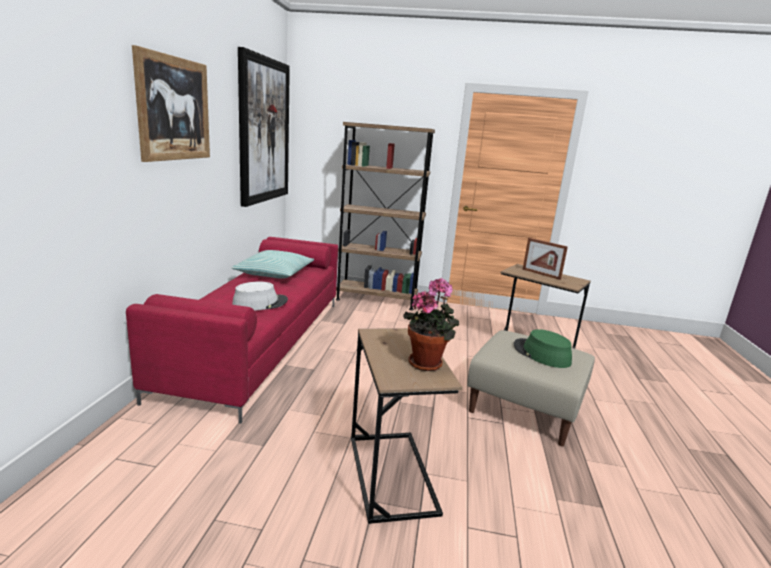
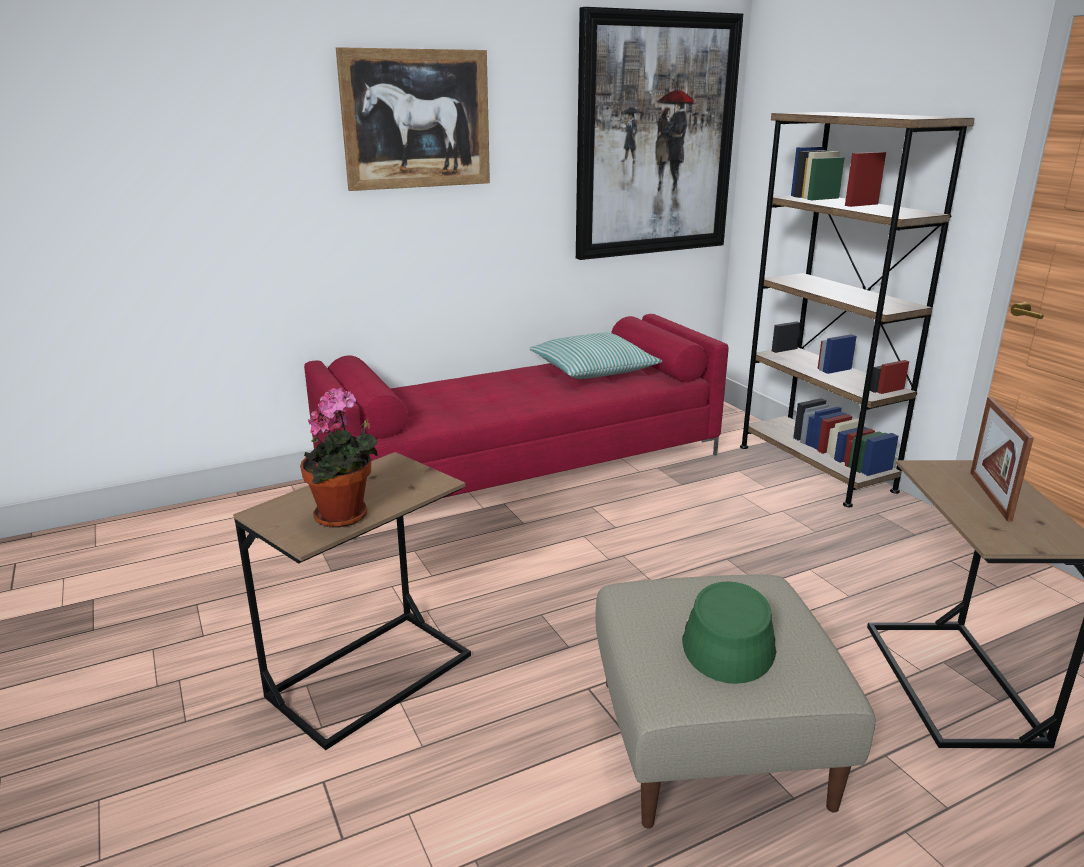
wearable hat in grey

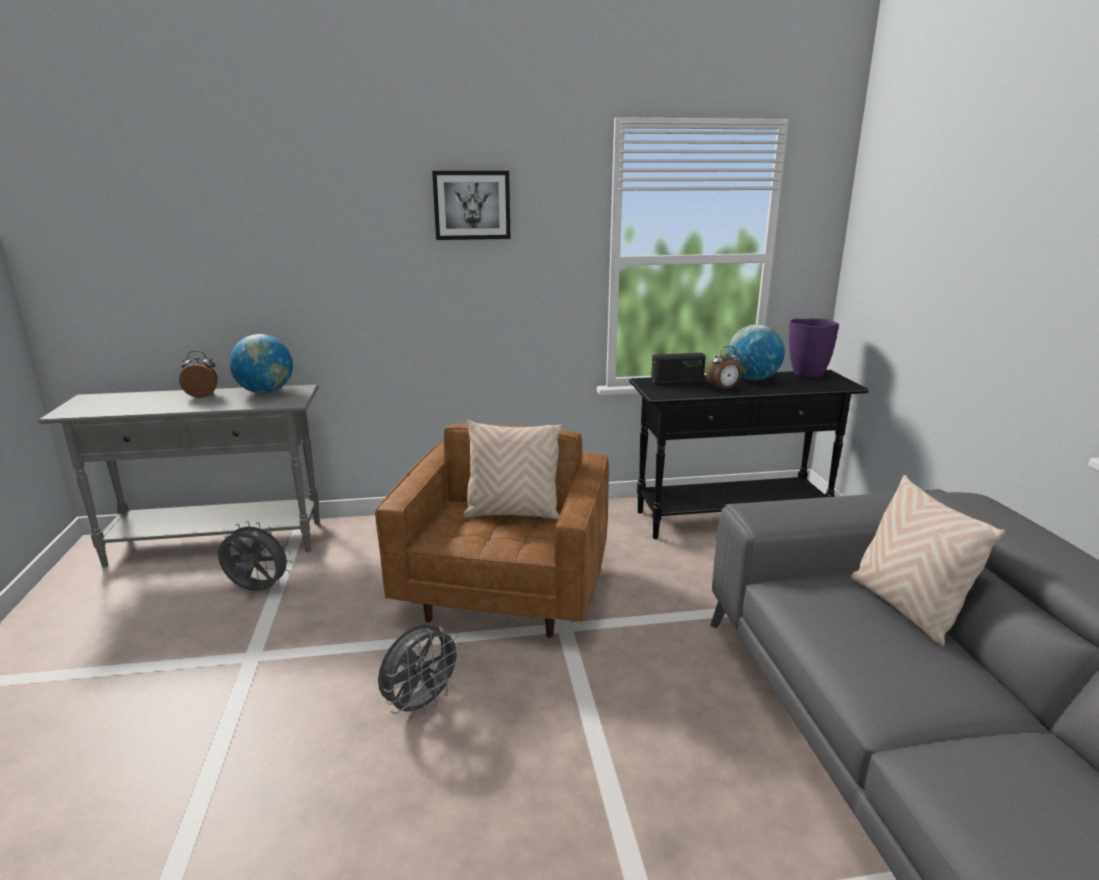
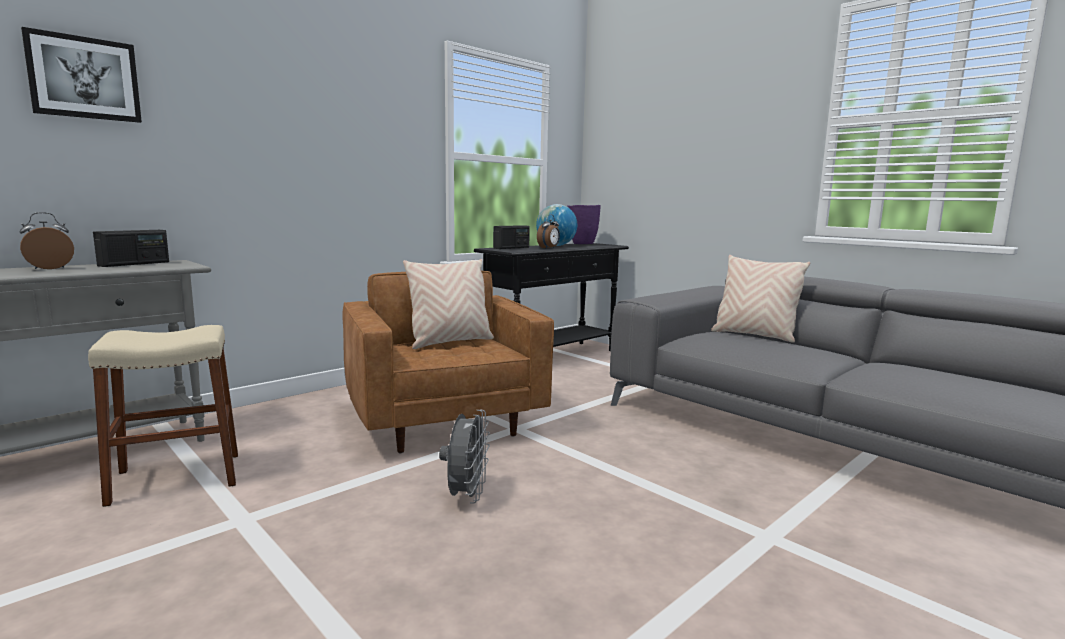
wall picture
radio (1st from left)
stool in beige

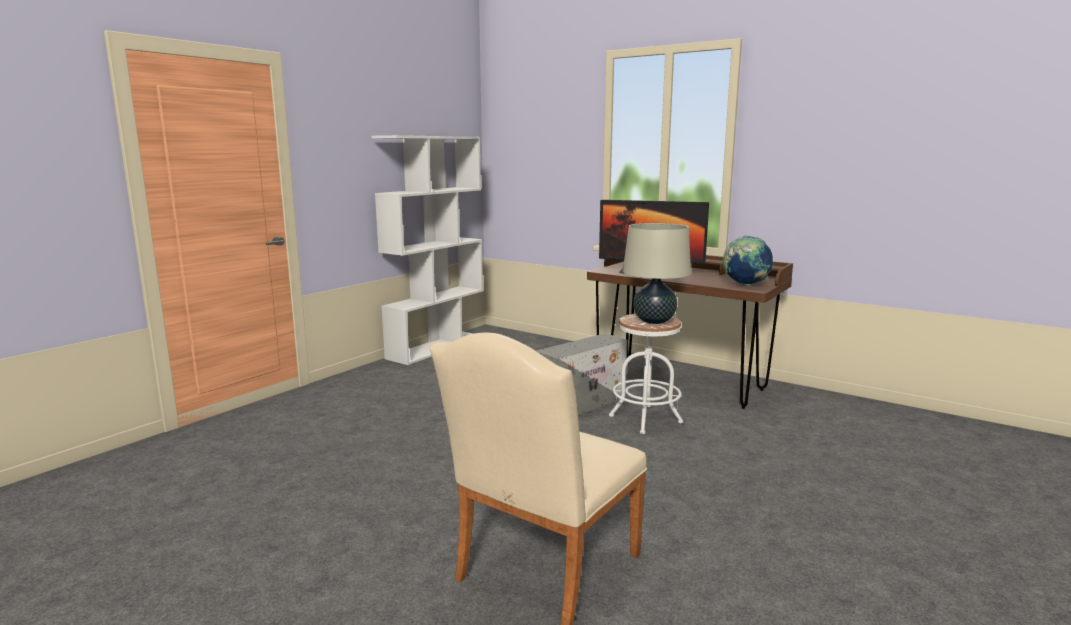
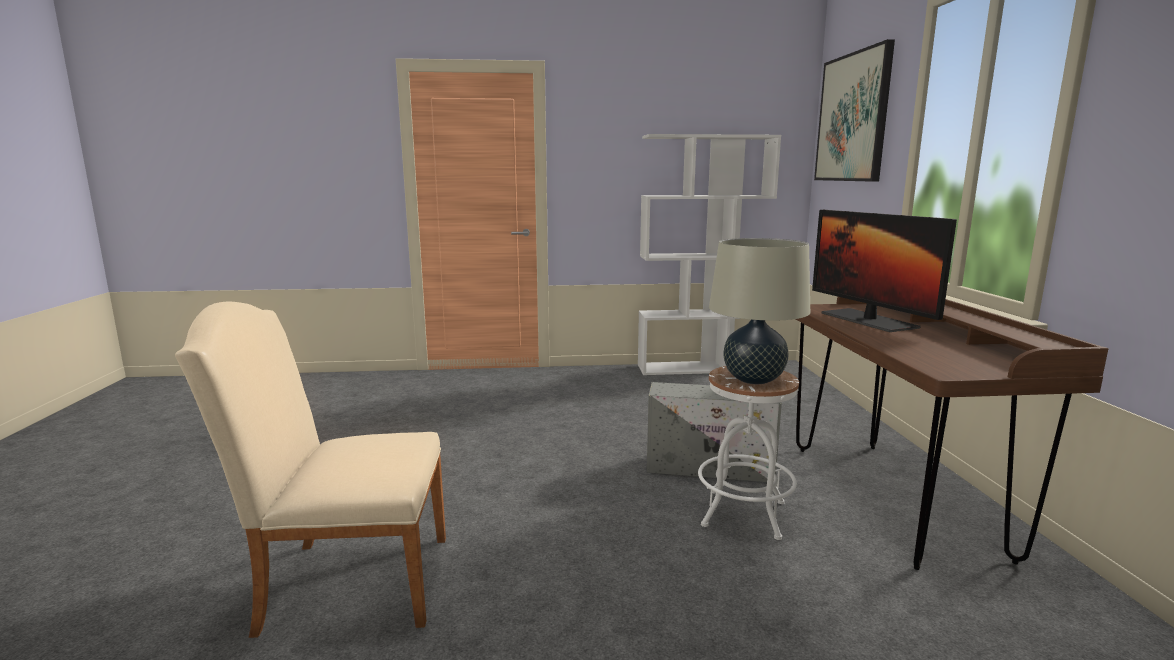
desk globe
wall picture

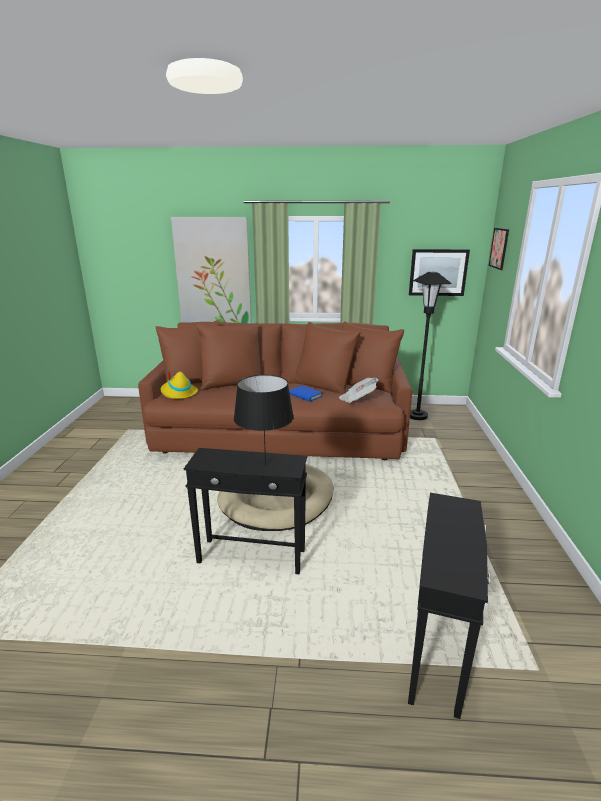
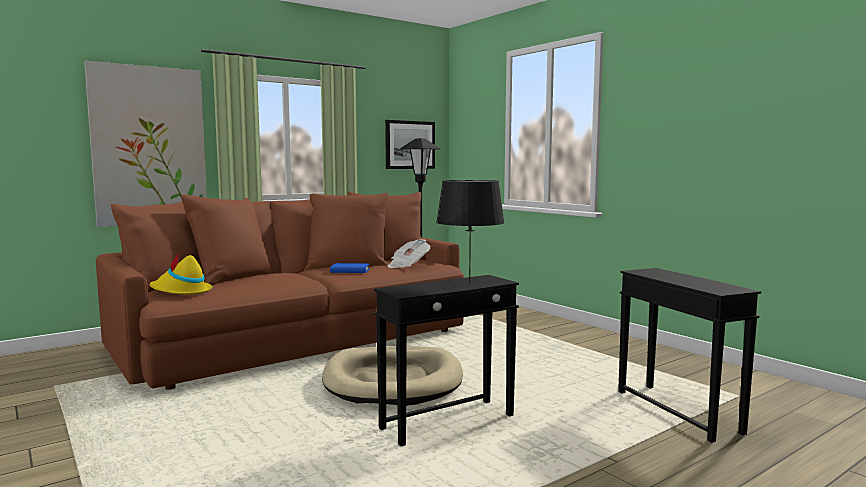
wall picture (3rd from left in the first image)

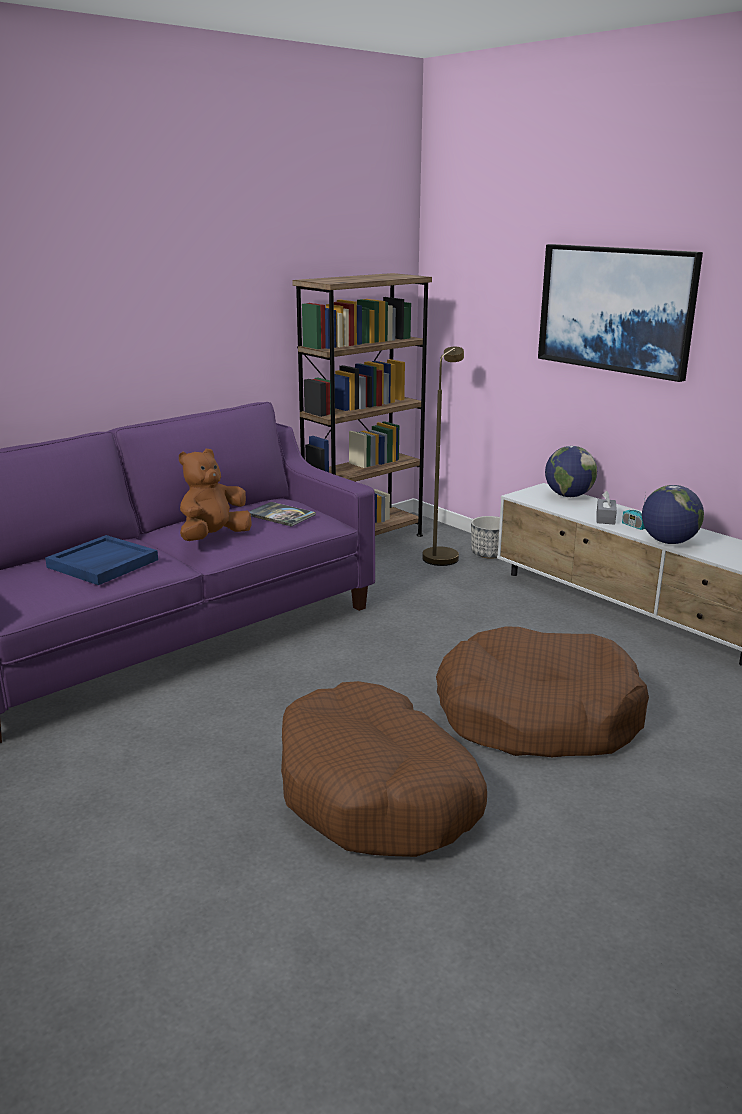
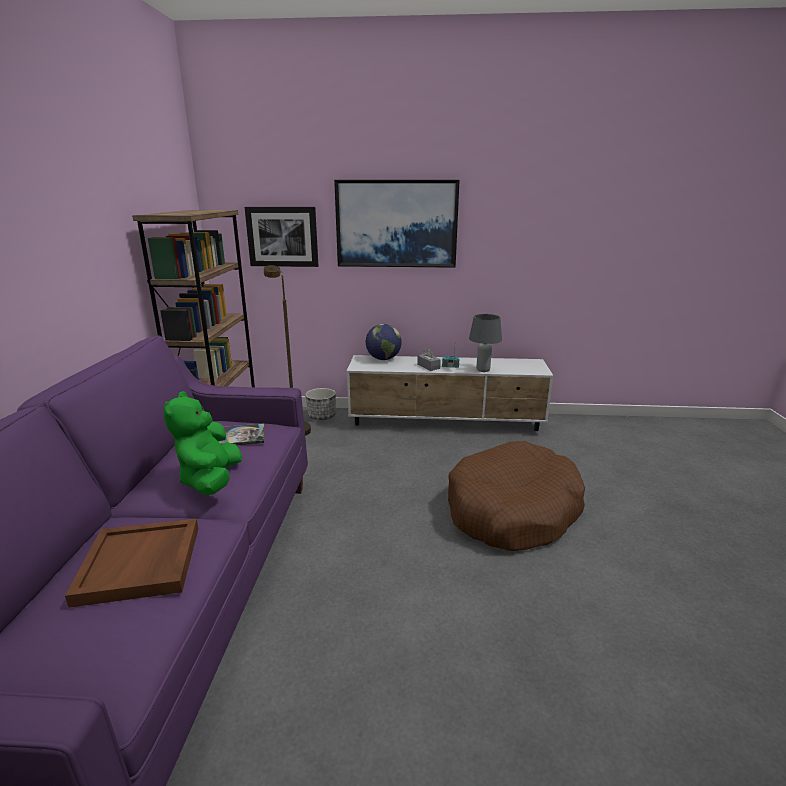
cuddly toy in green
table lamp in grey
tray in brown
dog bed in brown (1st from left in the first image)
wall picture (1st from left)

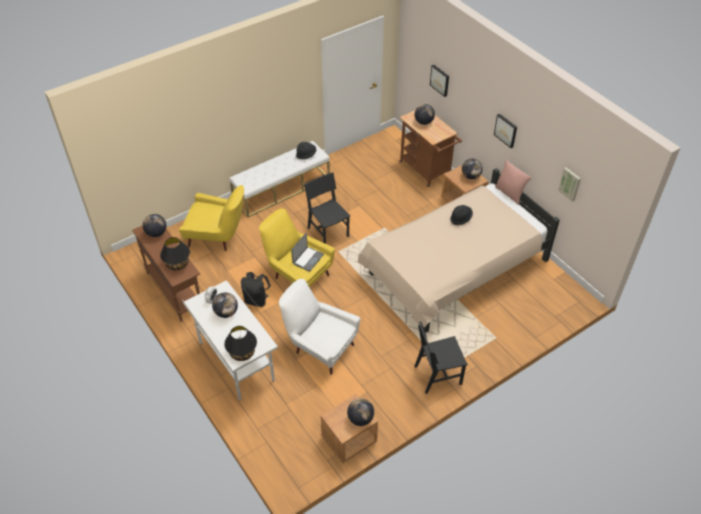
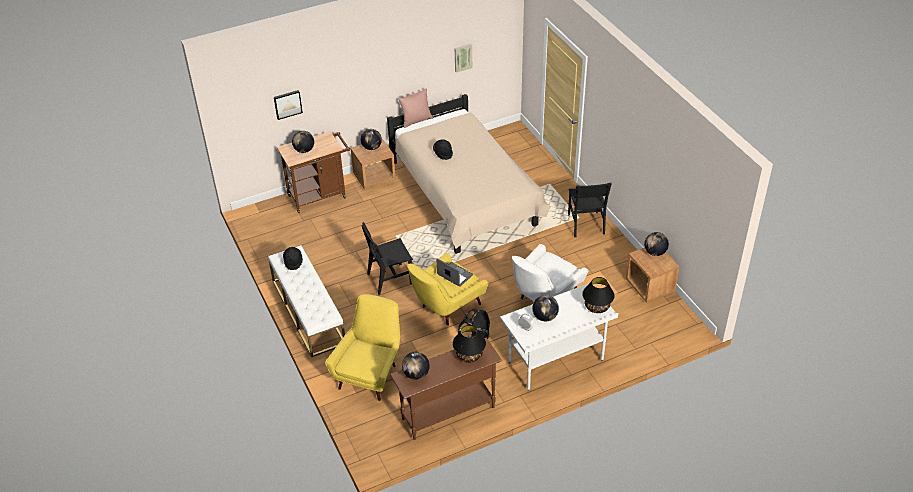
wall picture (2nd from left in the first image)

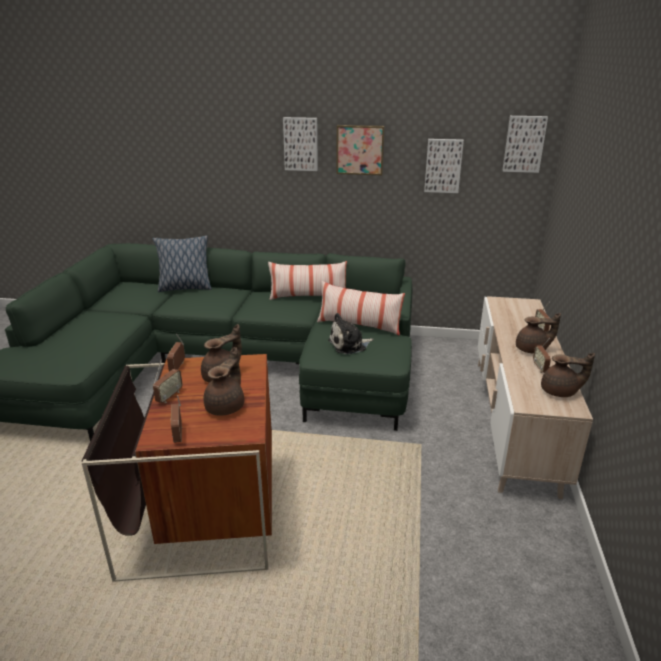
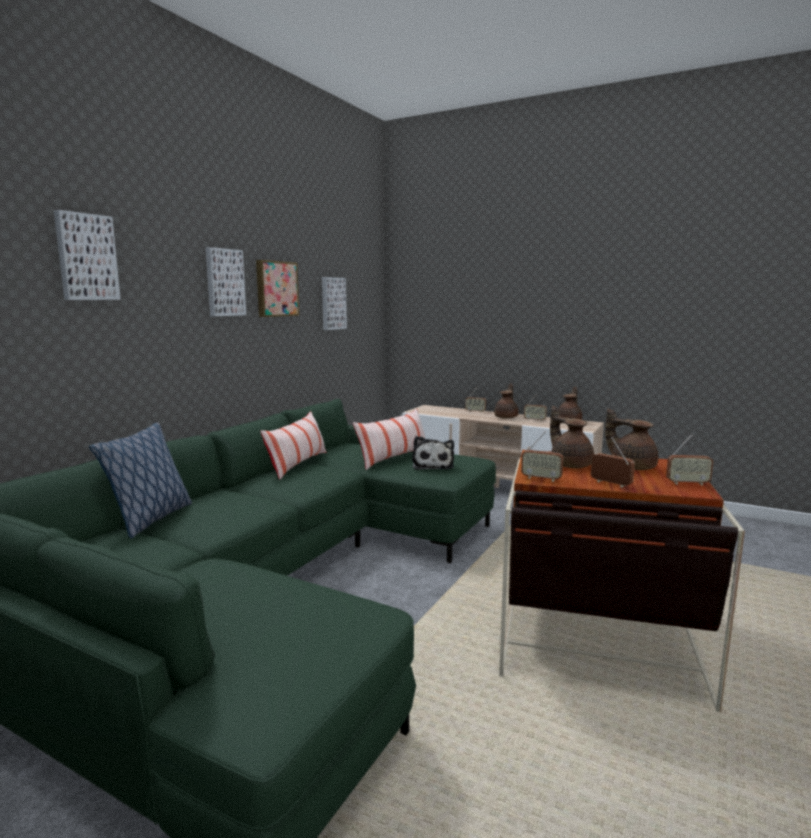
wall picture (1st from left)

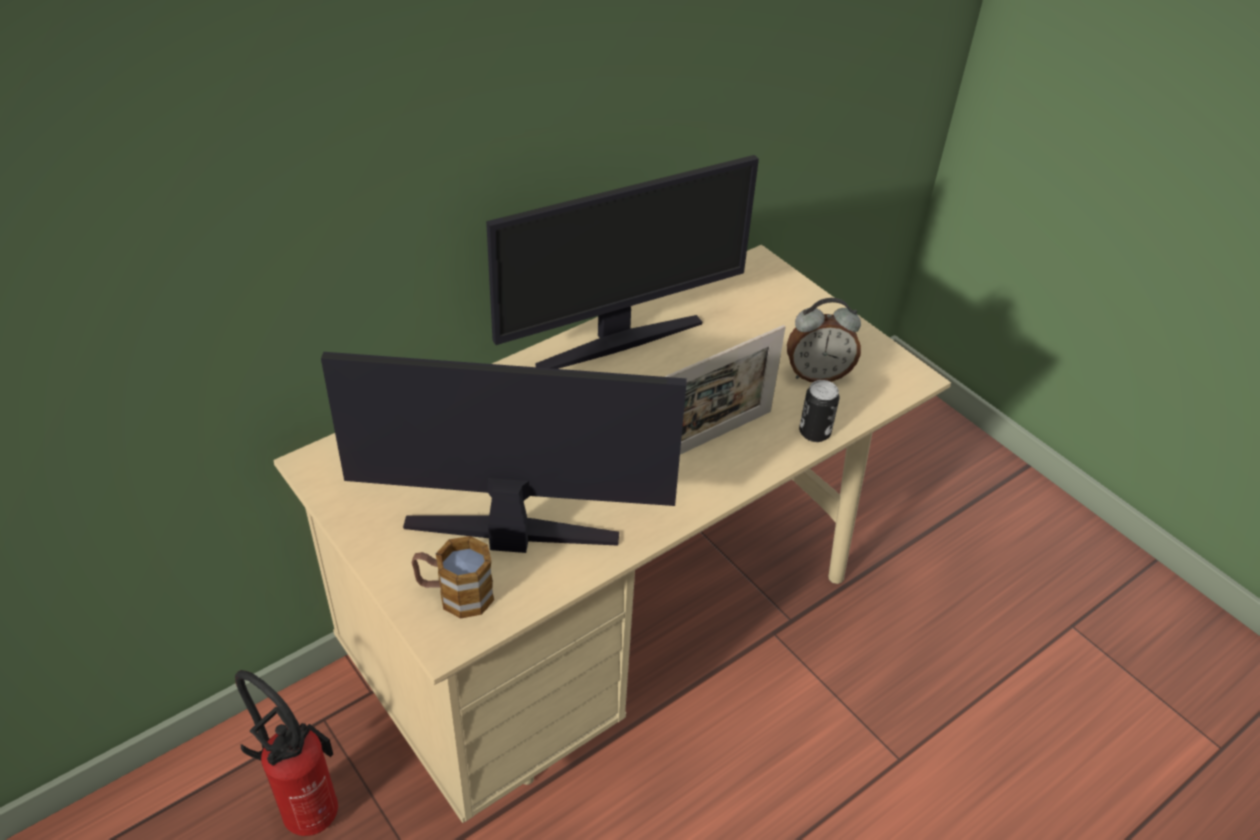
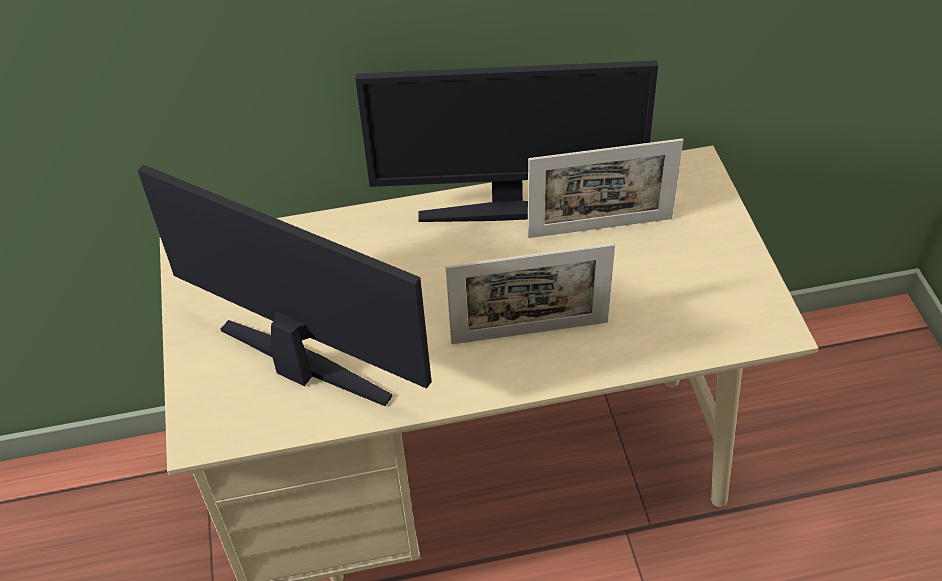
bedside clock
metal can
mug
fire extinguisher
picture frame (2nd from left)

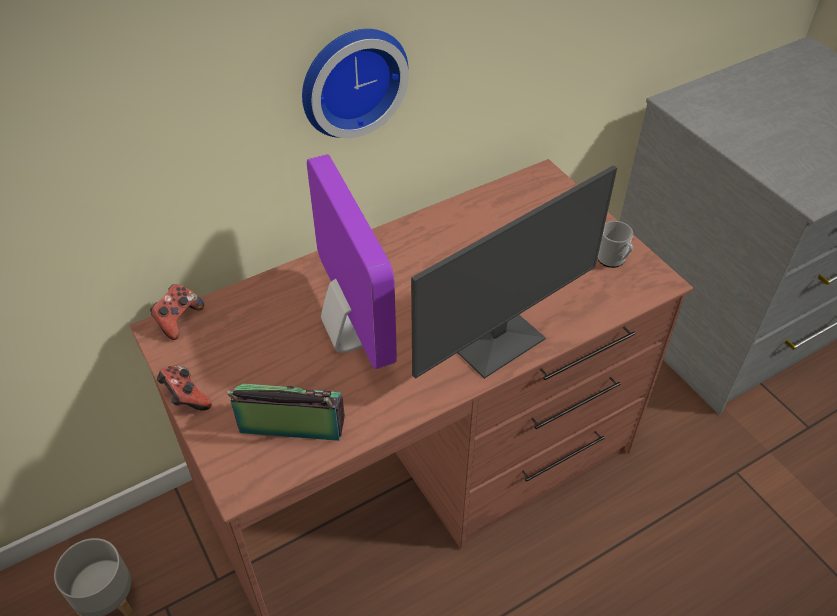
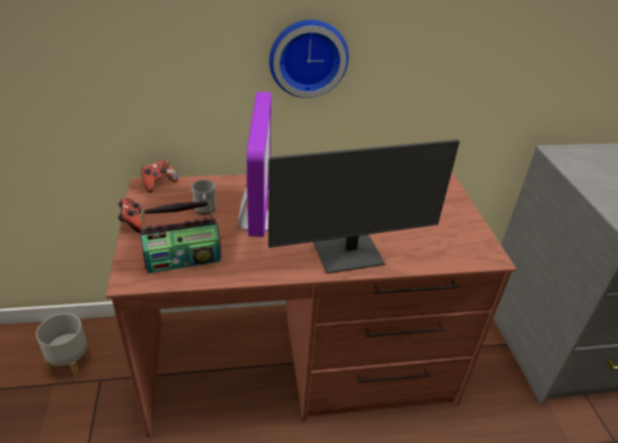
mug
radio

